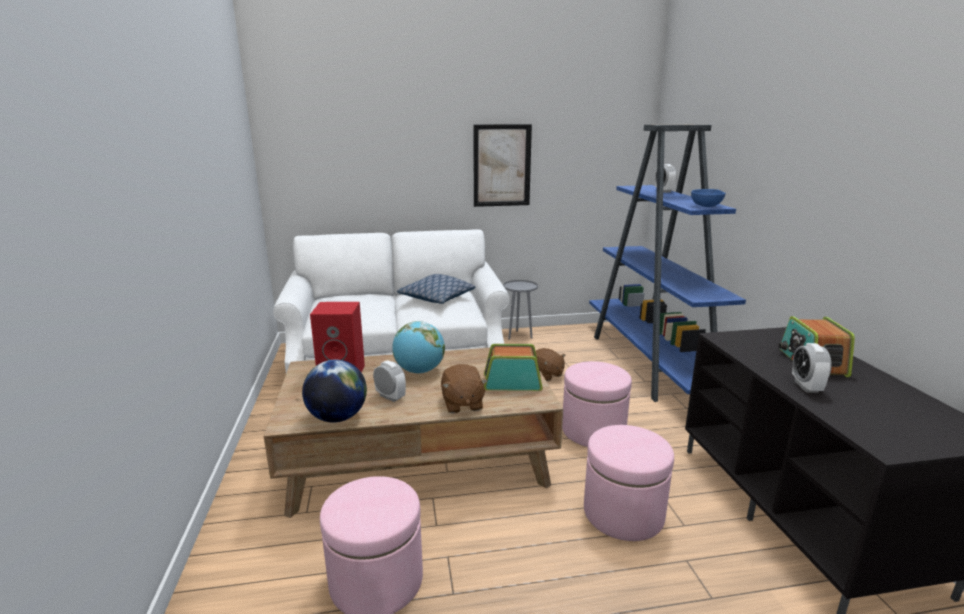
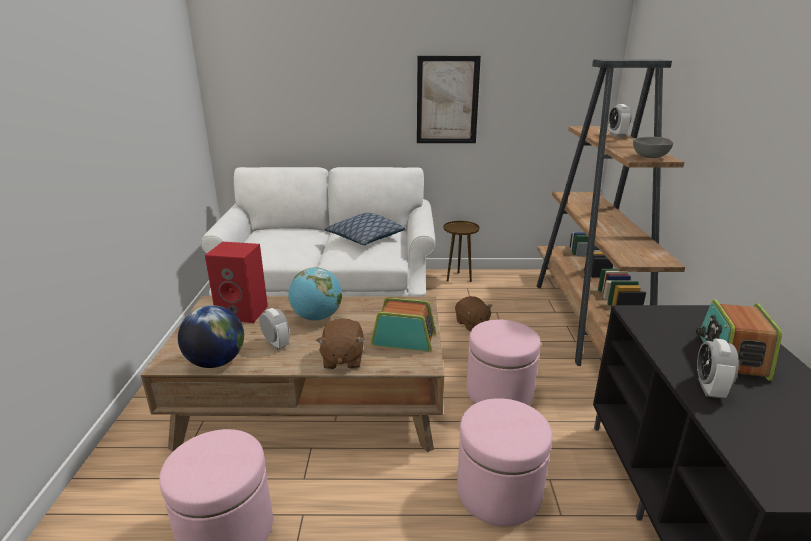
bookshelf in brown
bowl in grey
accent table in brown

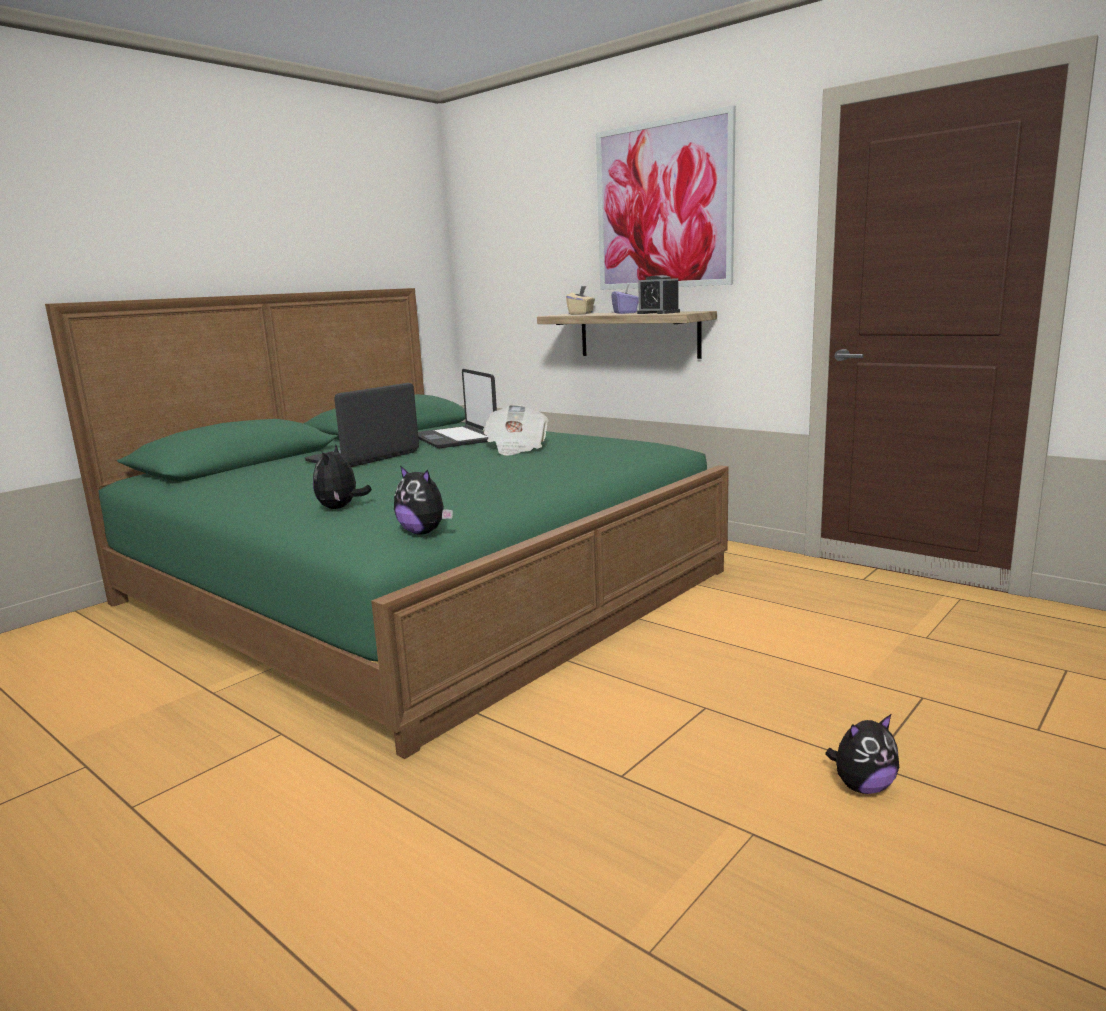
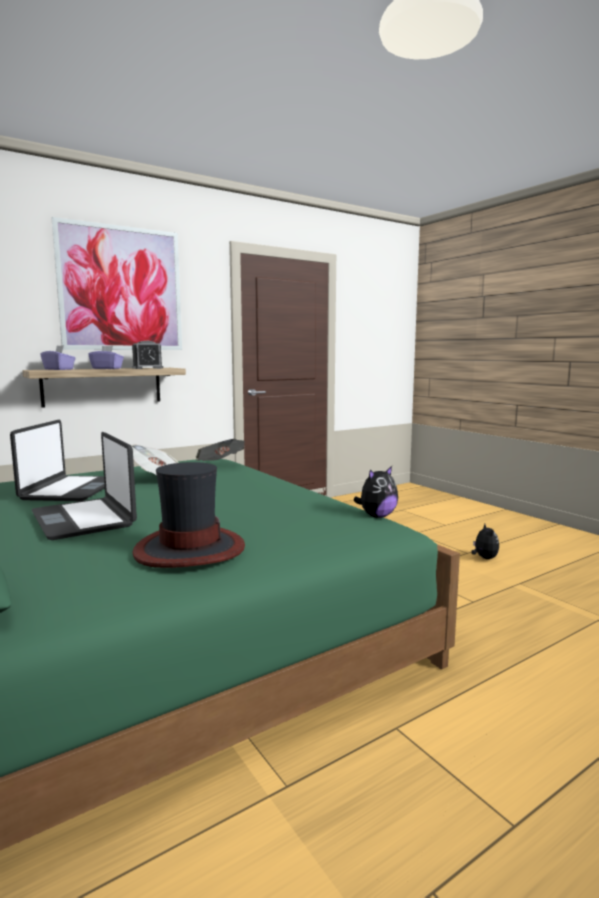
tissue box in purple-coloured (1st from left)
portable computer (1st from left)
cuddly toy (1st from left in the first image)
newspaper (2nd from left)
wearable hat

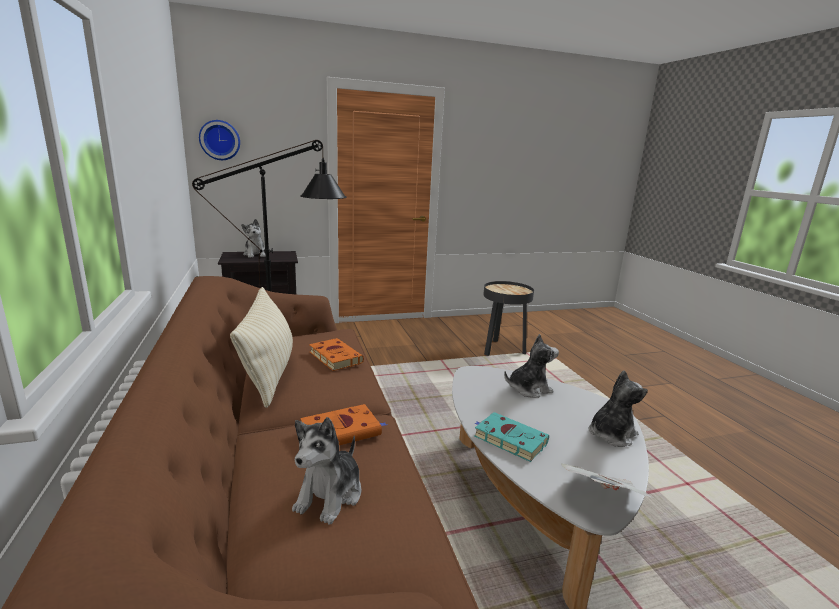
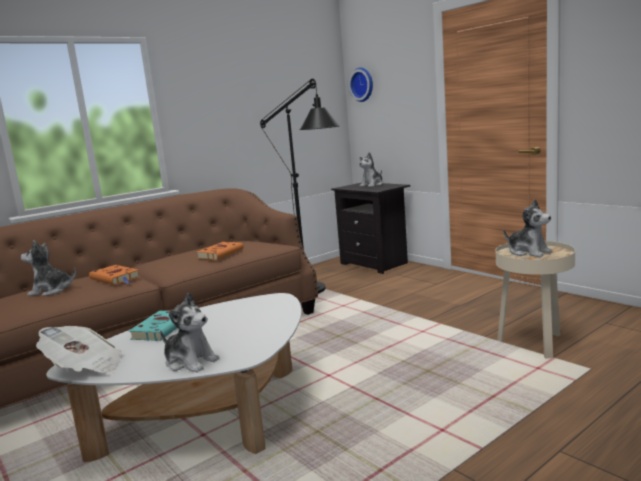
accent table in beige
cushion in beige
cuddly toy (4th from left)

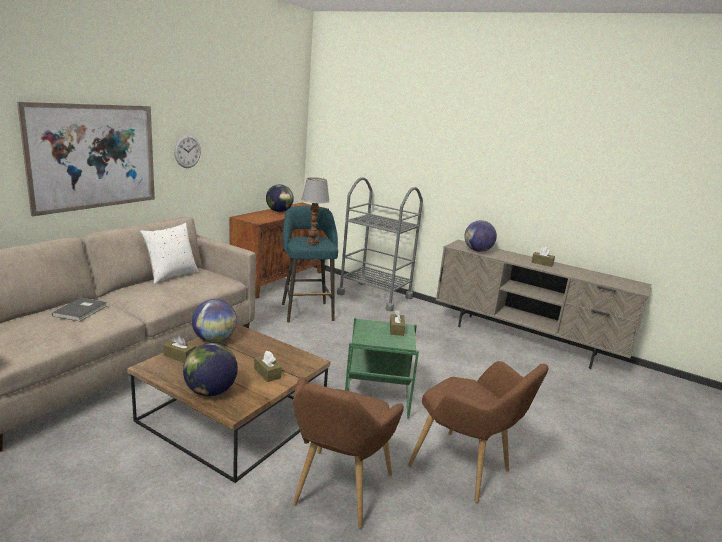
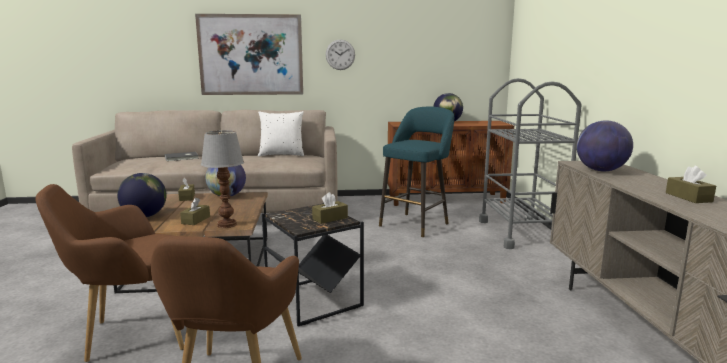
table lamp
accent table in blackish

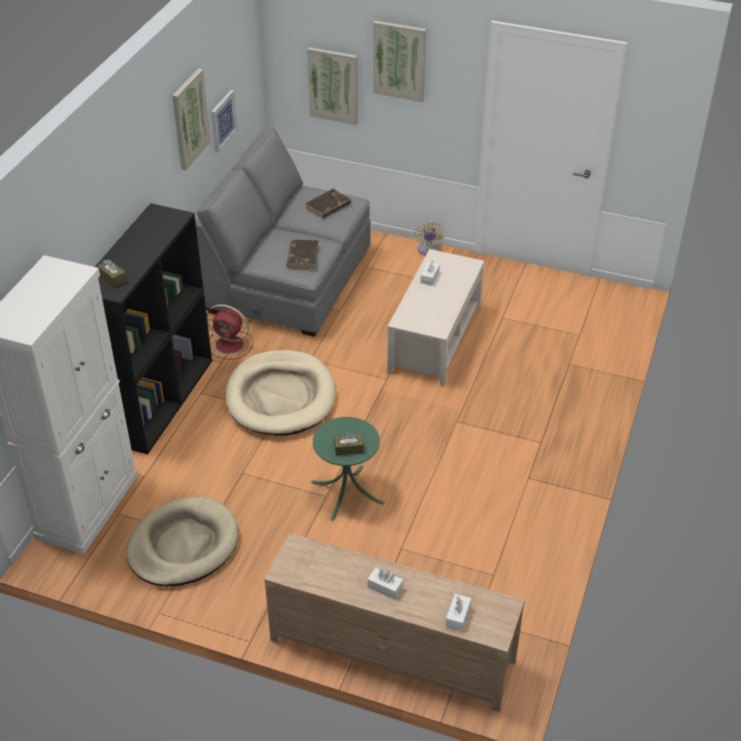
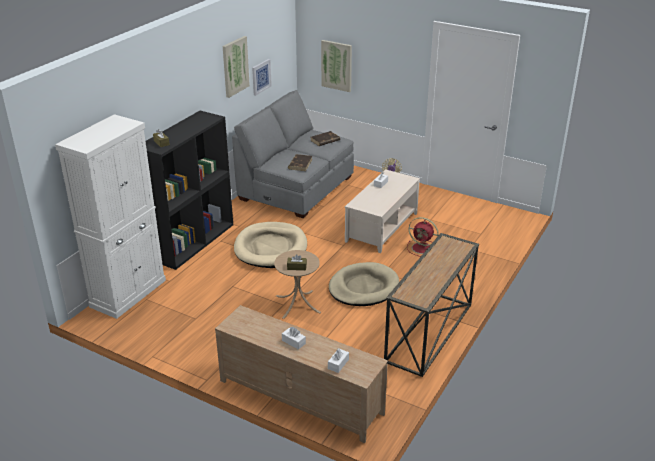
wall picture (4th from left in the first image)
cooling fan in reddish
accent table in beige
dog bed in beige (2nd from left)
hall table

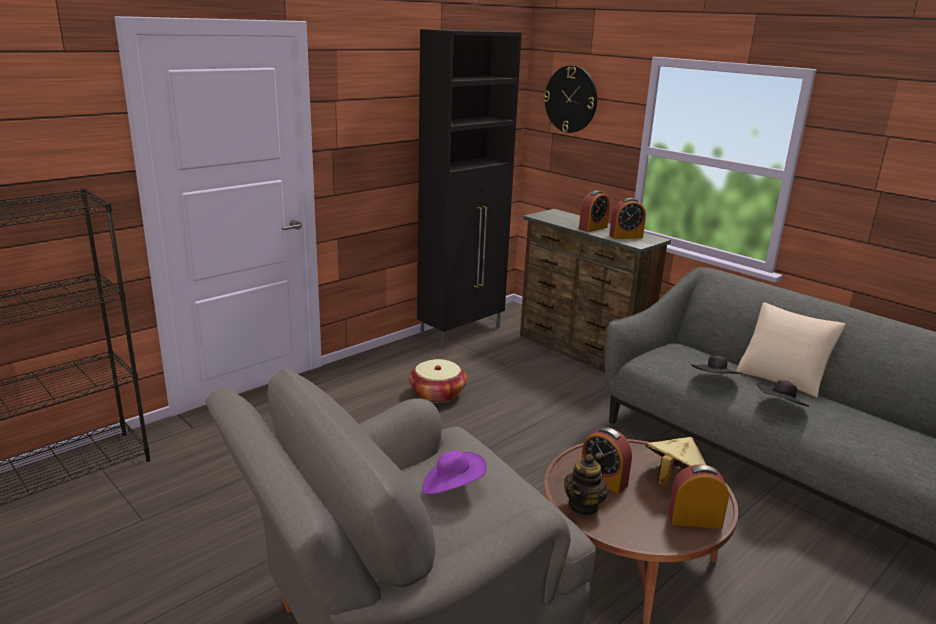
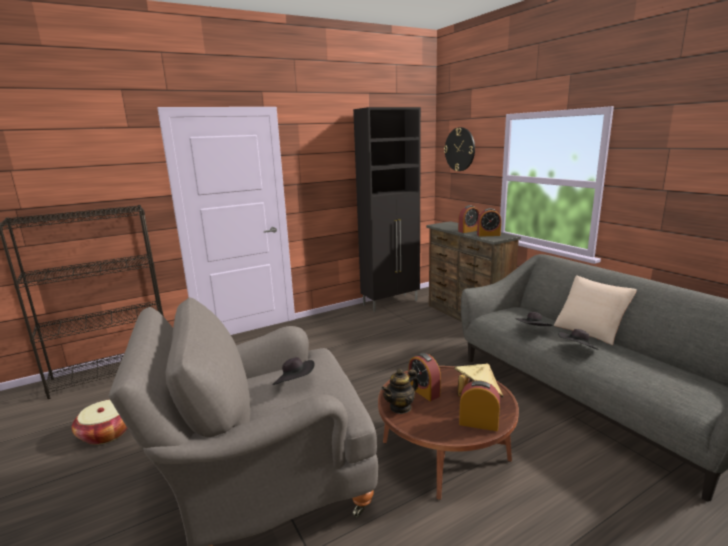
storage basket
wearable hat in blackish (1st from left)

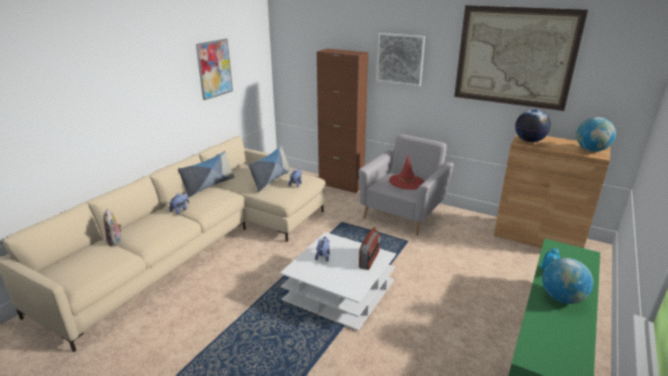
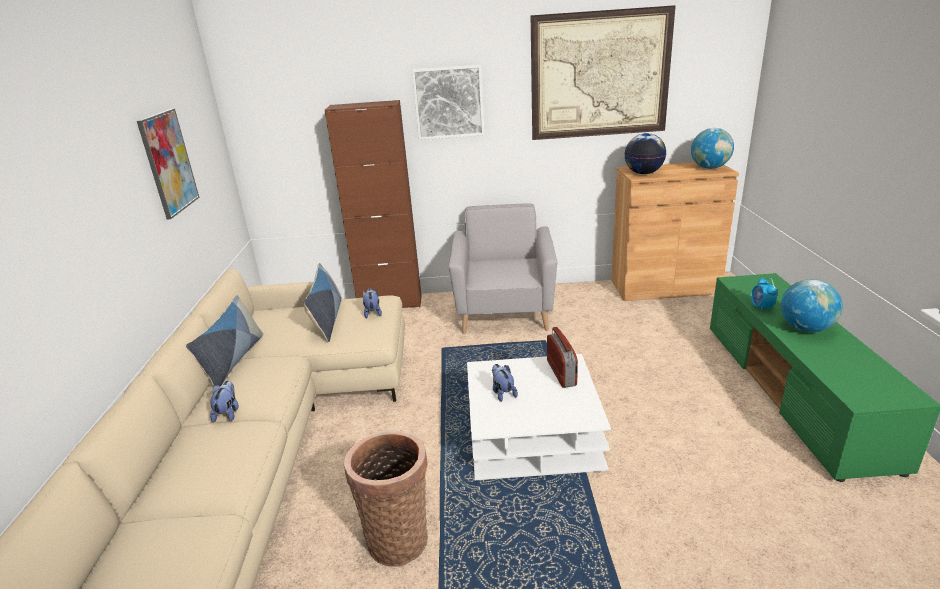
wearable hat in reddish
cuddly toy (1st from left in the first image)
storage basket

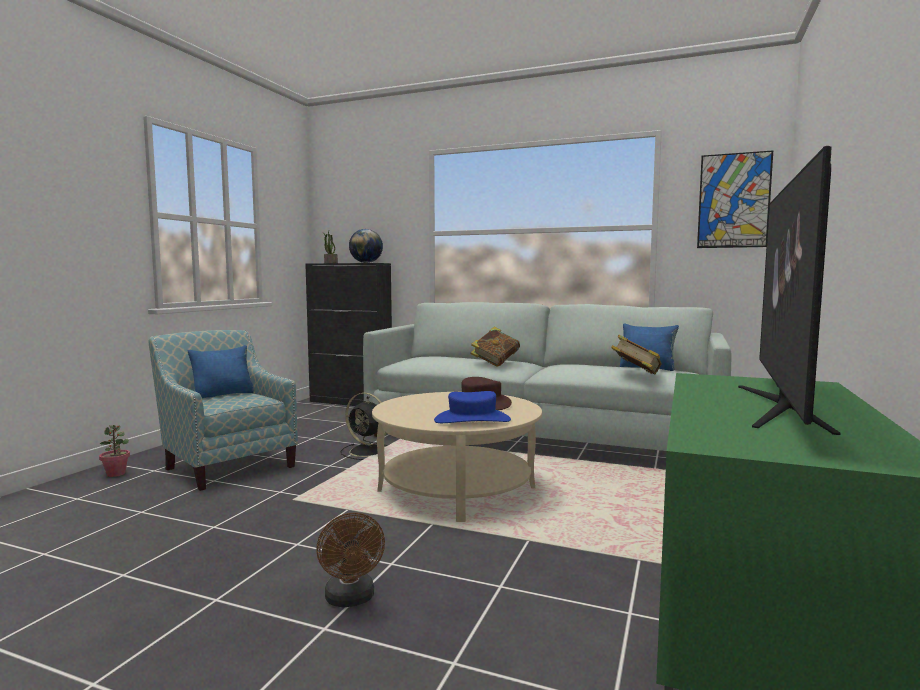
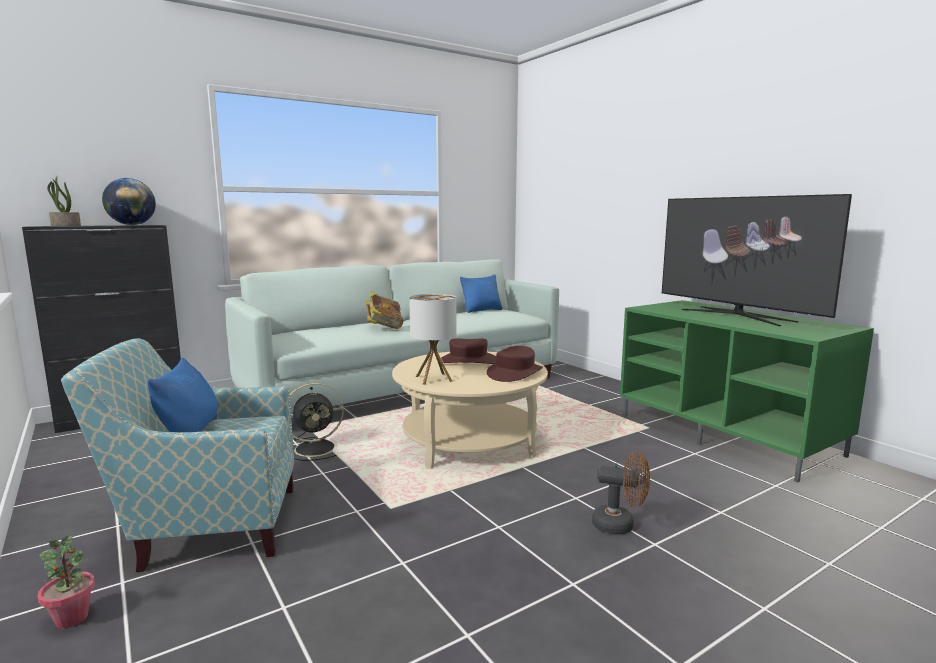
wall picture
book (2nd from left in the first image)
wearable hat in brown (2nd from left)
table lamp

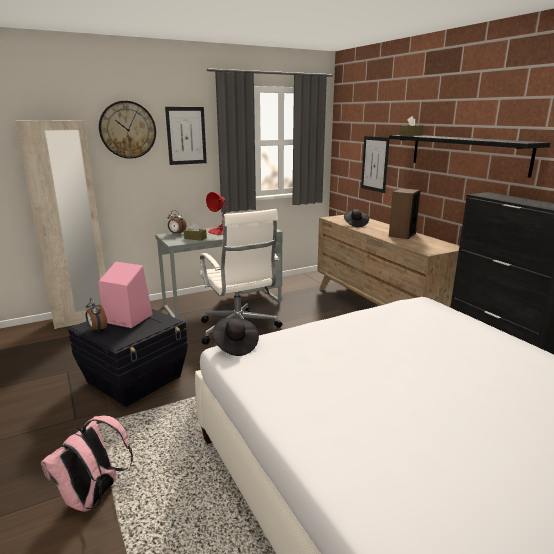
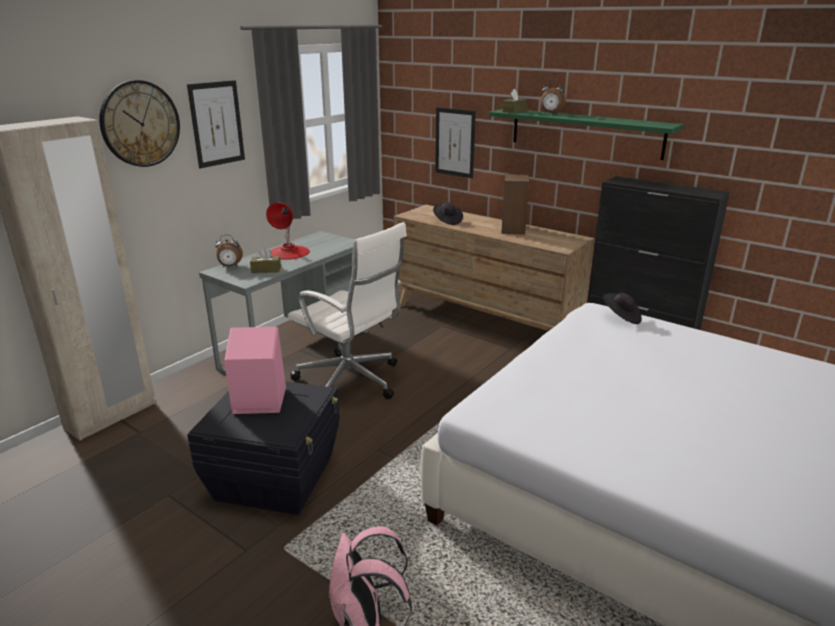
wall shelf in green
bedside clock (2nd from left)
wearable hat in blackish (2nd from left)

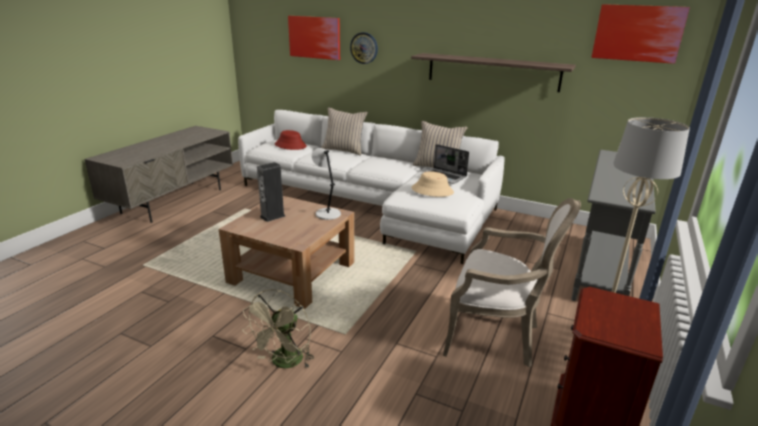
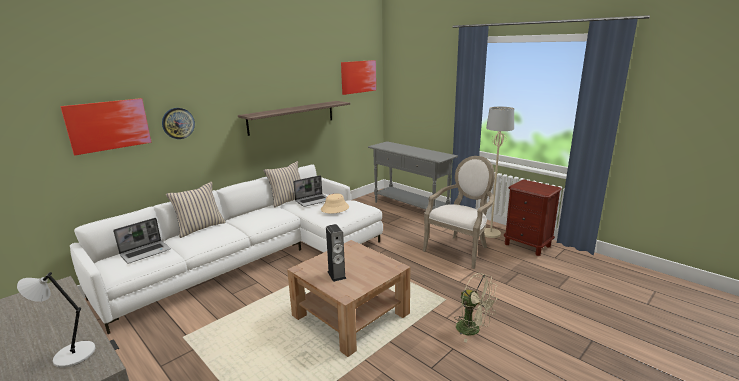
portable computer (1st from left)
table lamp in grey

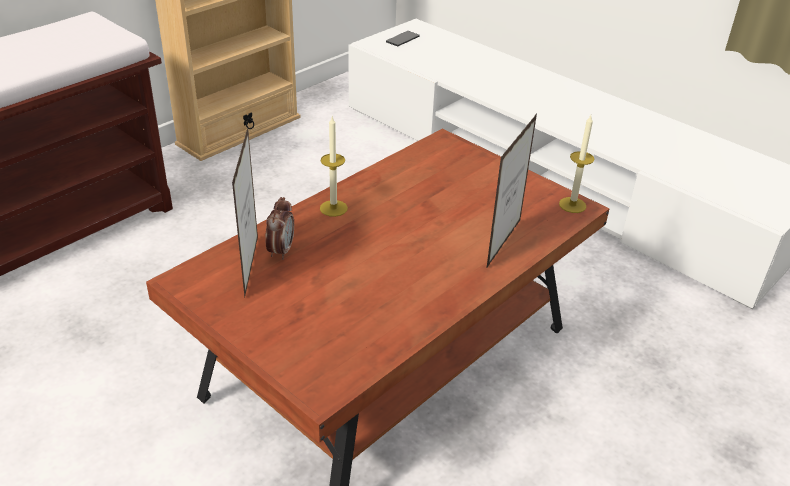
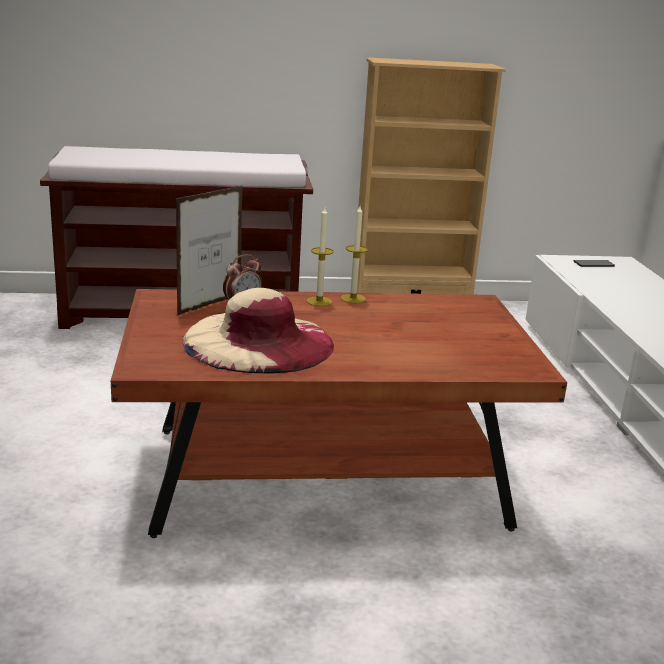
picture frame (2nd from left in the first image)
wax candle (2nd from left)
wearable hat in beige

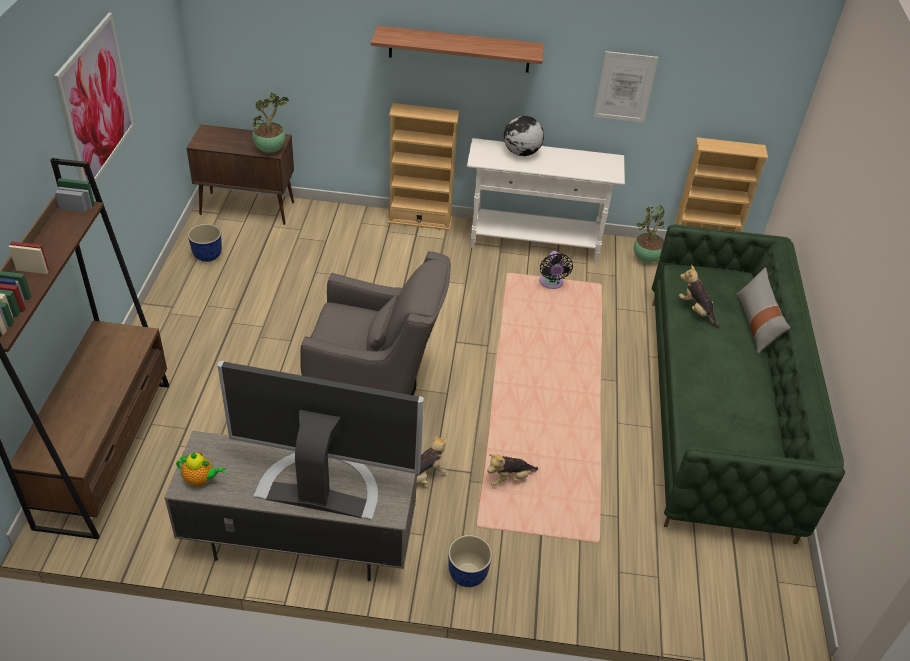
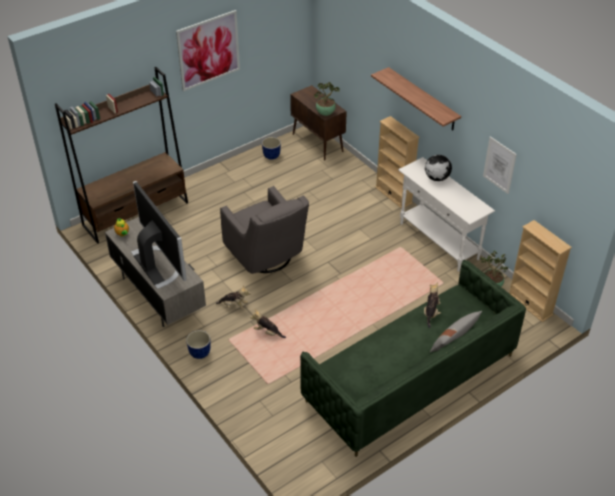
cooling fan in blackish

